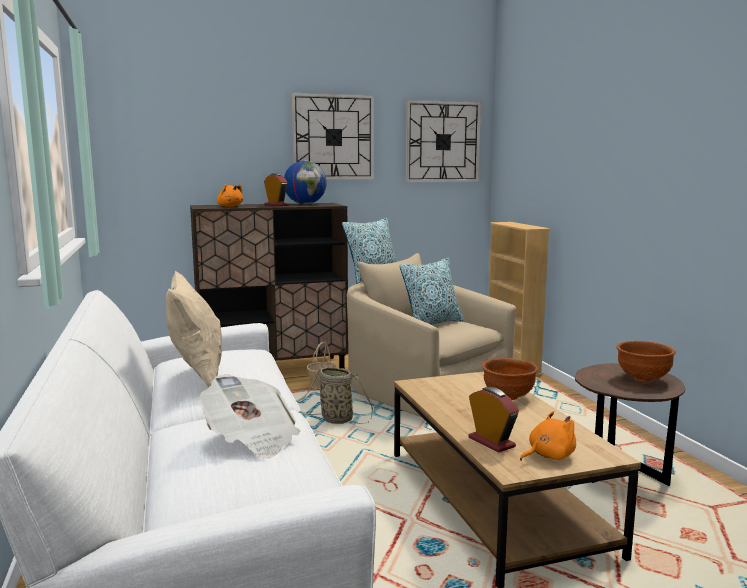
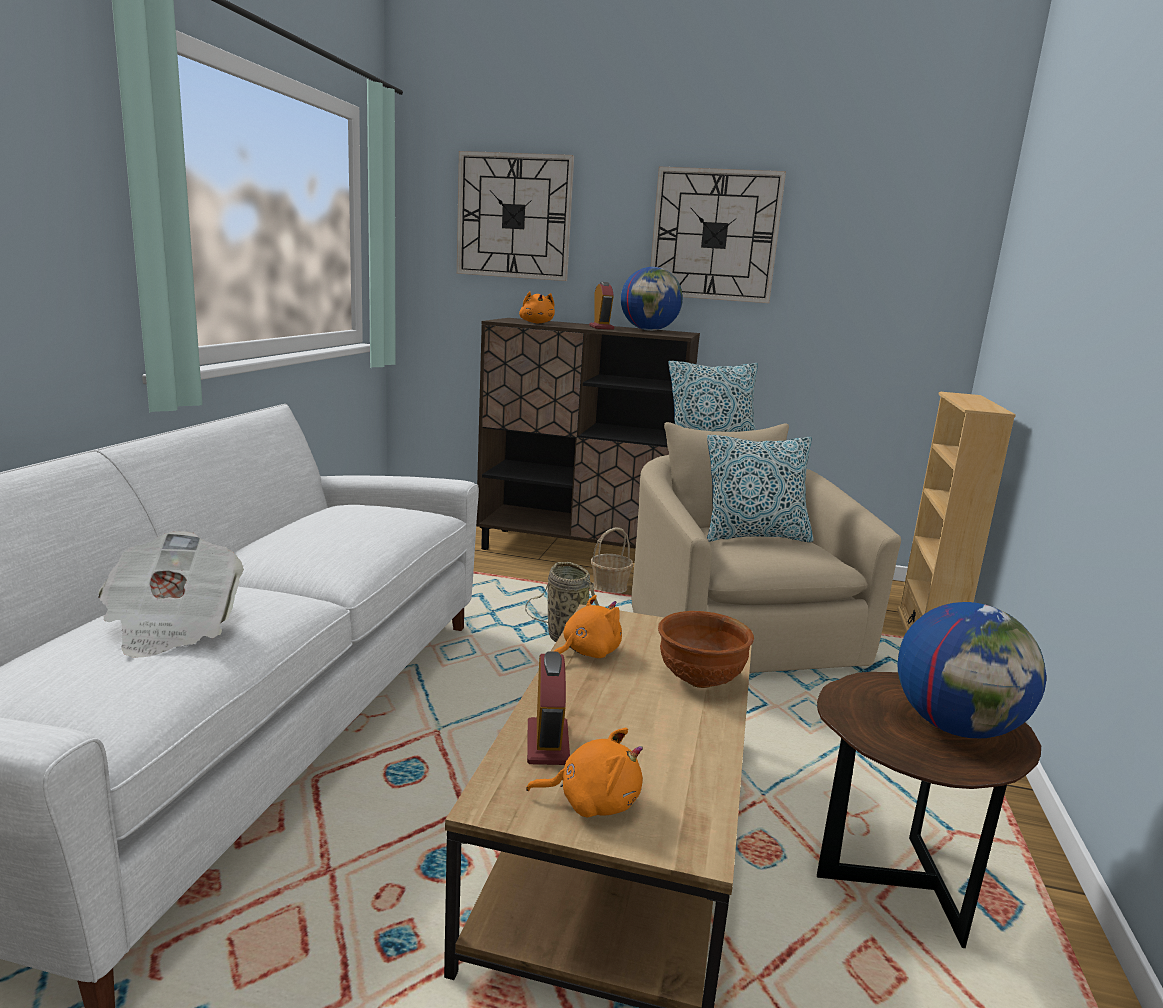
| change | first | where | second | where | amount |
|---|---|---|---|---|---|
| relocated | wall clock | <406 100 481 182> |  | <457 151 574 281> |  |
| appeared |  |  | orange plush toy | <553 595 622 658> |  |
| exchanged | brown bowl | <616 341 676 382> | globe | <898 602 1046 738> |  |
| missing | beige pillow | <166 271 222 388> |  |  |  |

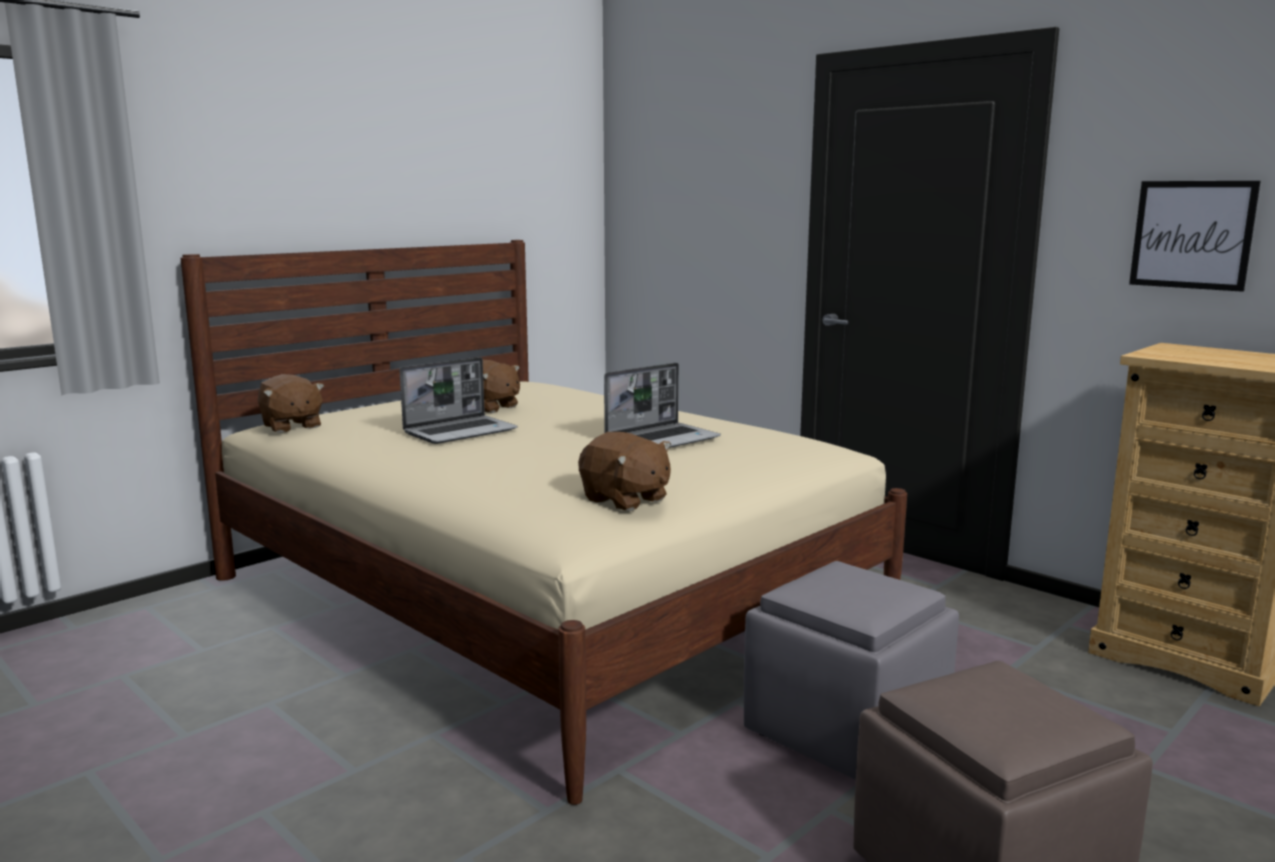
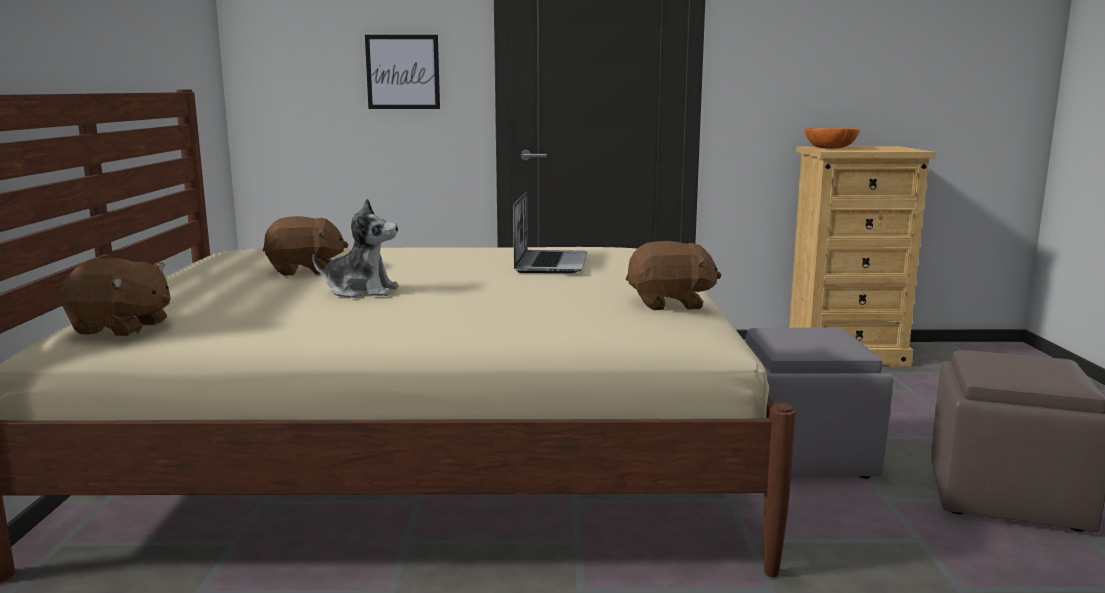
| change | first | where | second | where | amount |
|---|---|---|---|---|---|
| exchanged | laptop | <399 357 518 444> | plush toy | <312 199 398 298> |  |
| relocated | picture | <1129 181 1261 292> |  | <365 35 440 109> |  |
| appeared |  |  | orange bowl | <805 128 860 149> |  |

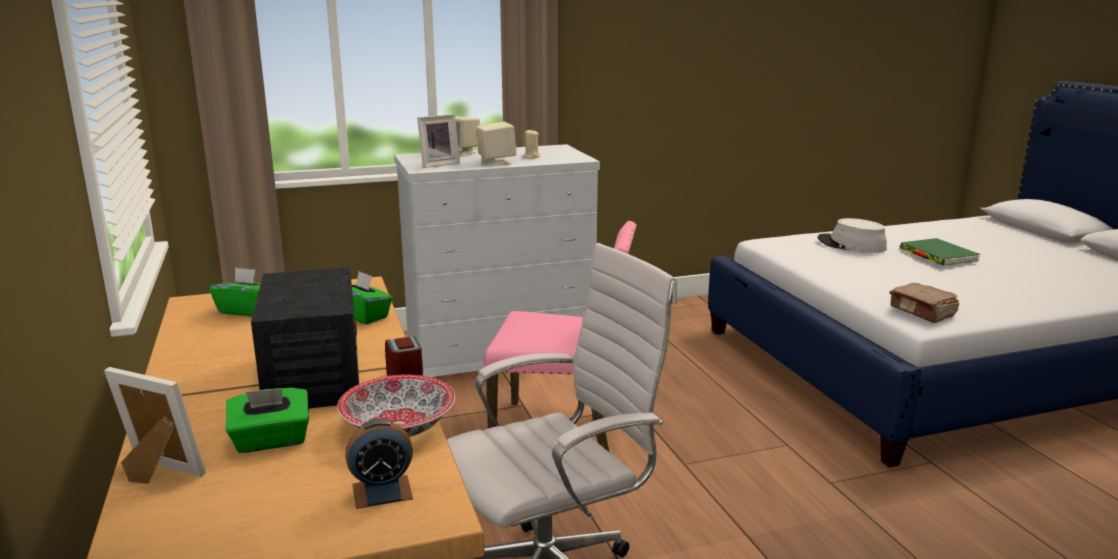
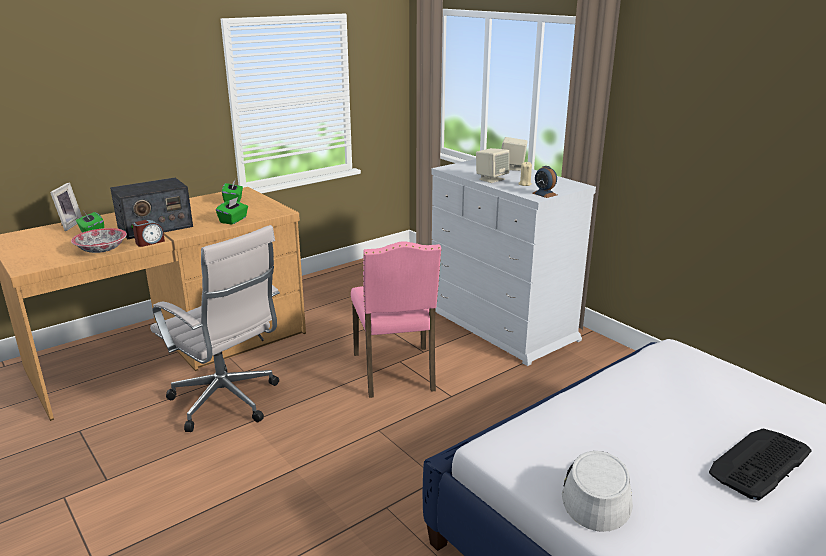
| change | first | where | second | where | amount |
|---|---|---|---|---|---|
| relocated | alarm clock | <345 419 413 509> |  | <532 166 557 198> |  |
| relocated | grey hat | <818 218 887 253> |  | <562 451 633 532> |  |
| exchanged | green book | <900 238 981 266> | keyboard | <709 429 812 500> |  |
| missing | picture frame | <417 114 460 168> |  |  |  |
| missing | brown book | <890 283 960 323> |  |  |  |

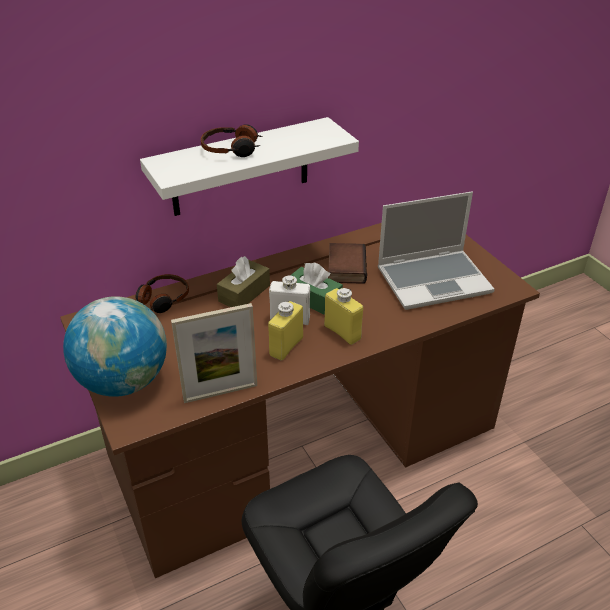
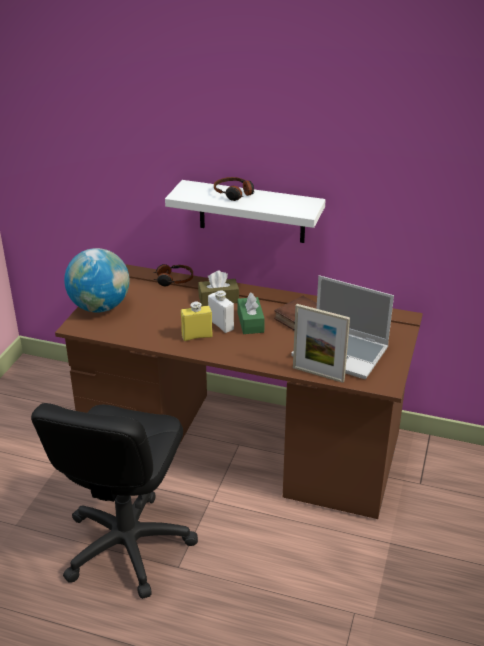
| change | first | where | second | where | amount |
|---|---|---|---|---|---|
| relocated | picture frame | <171 303 257 403> |  | <293 304 350 383> |  |
| missing | yellow bottle | <324 288 363 345> |  |  |  |

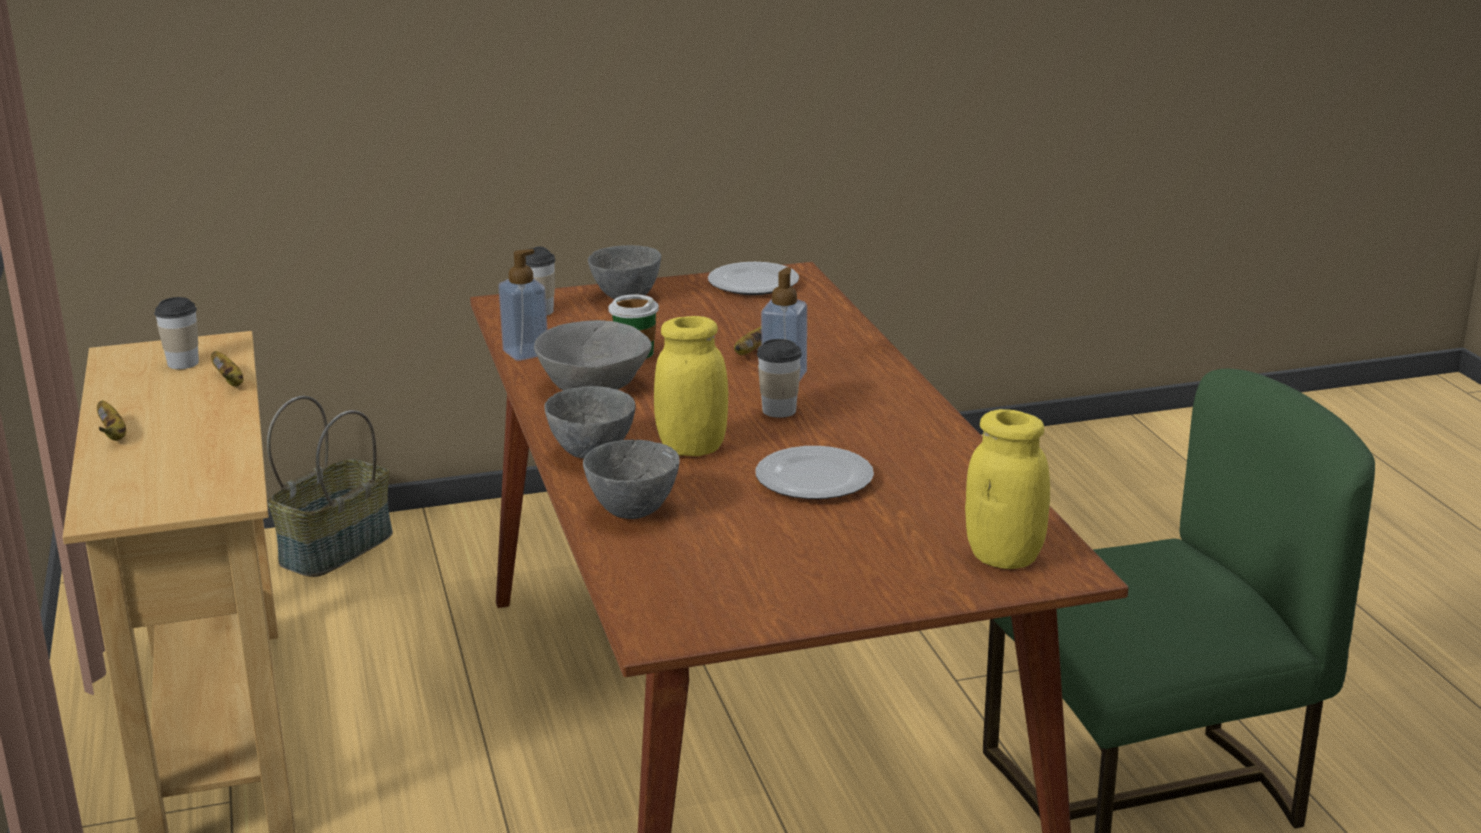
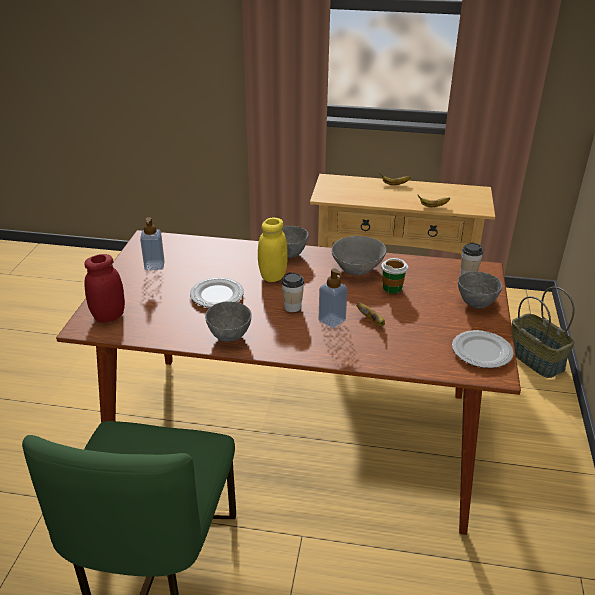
| change | first | where | second | where | amount |
|---|---|---|---|---|---|
| colour | yellow jar | <965 409 1050 569> | red jar | <84 254 125 323> |  |
| relocated | soap dispenser | <498 249 547 361> |  | <140 217 165 270> |  |
| relocated | grey bowl | <583 440 680 519> |  | <205 301 252 342> |  |
| missing | cup | <154 297 199 369> |  |  |  |

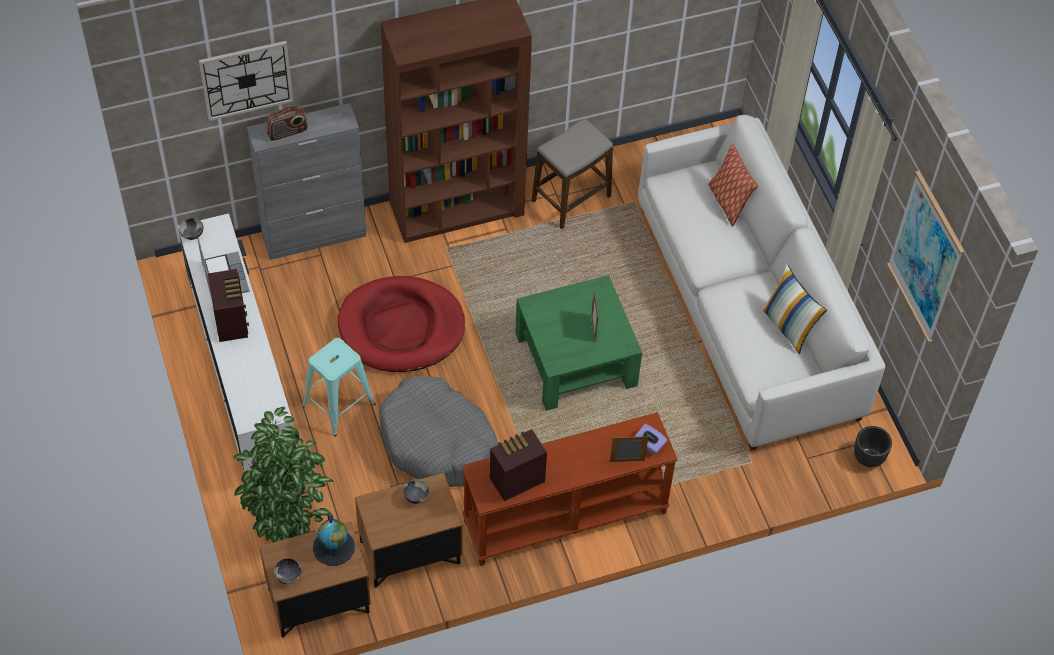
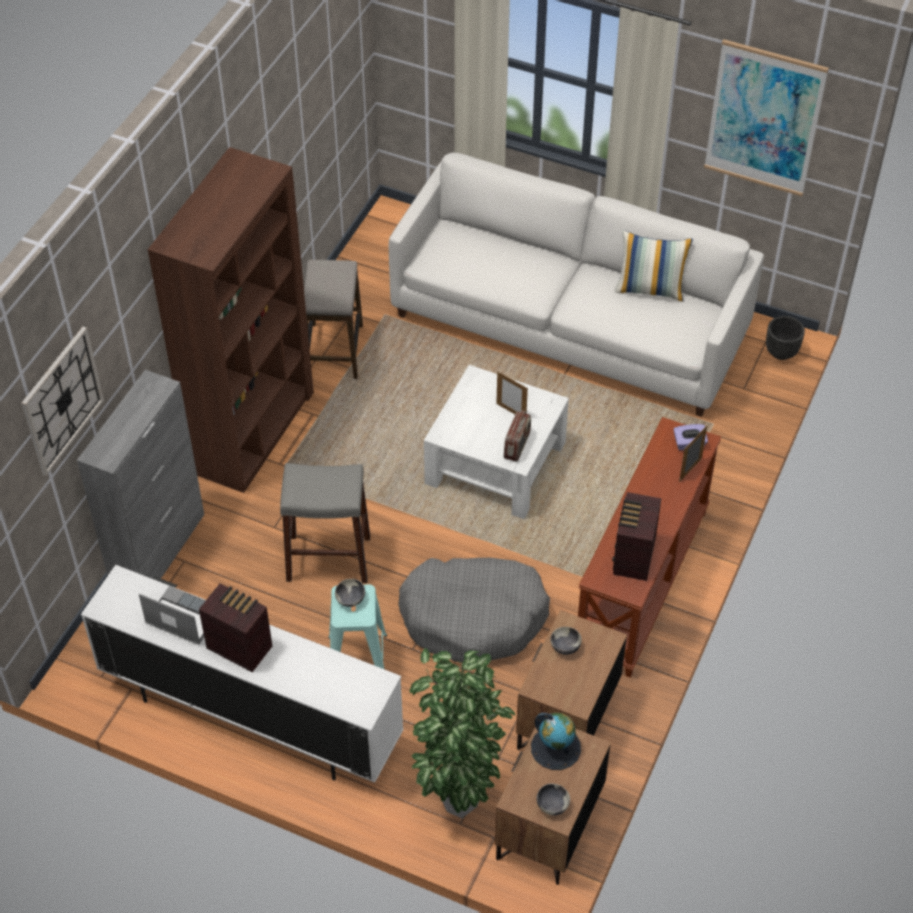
| change | first | where | second | where | amount |
|---|---|---|---|---|---|
| exchanged | red dog bed | <338 276 465 372> | grey stool | <280 463 370 583> |  |
| relocated | bowl | <178 218 204 240> |  | <335 579 365 607> |  |
| colour | green coffee table | <515 275 642 411> | white coffee table | <424 365 569 519> |  |
| relocated | radio | <265 105 308 141> |  | <504 410 531 462> |  |
| missing | pillow | <708 144 758 226> |  |  |  |

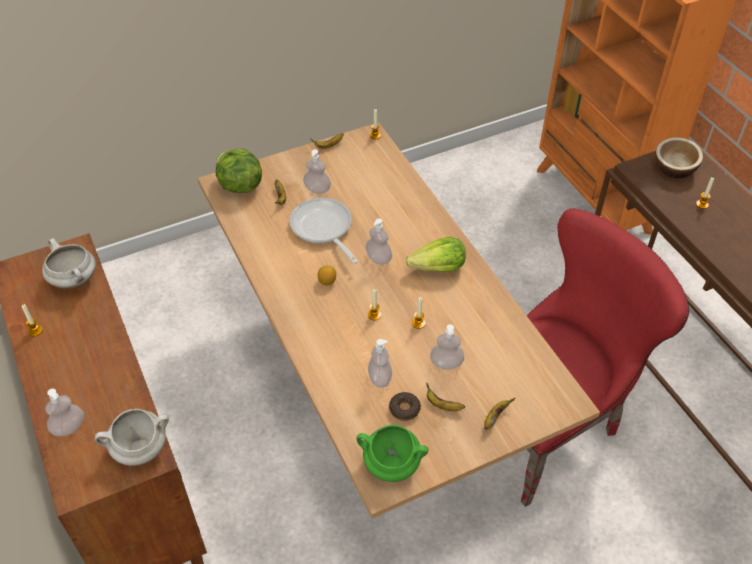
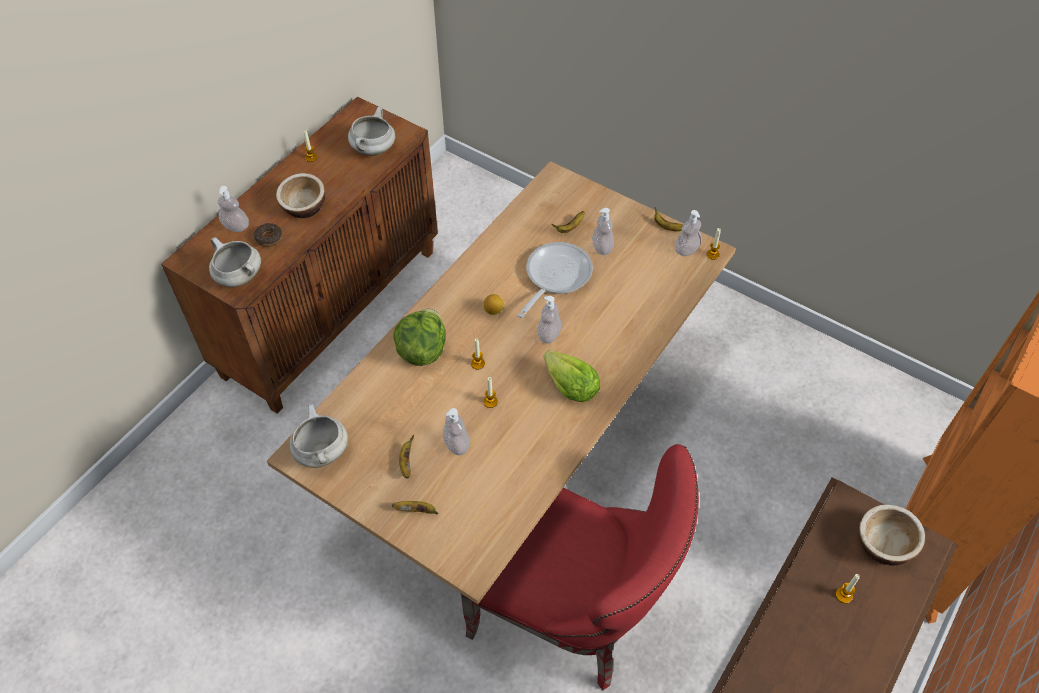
| change | first | where | second | where | amount |
|---|---|---|---|---|---|
| relocated | donut | <389 392 421 421> |  | <254 223 282 247> |  |
| appeared |  |  | bowl | <276 173 325 218> |  |
| colour | green cooking pot | <356 425 428 482> | white cooking pot | <289 404 348 468> |  |
| relocated | lettuce | <216 149 262 193> |  | <393 309 446 366> |  |
| relocated | soap dispenser | <368 339 392 388> |  | <675 210 702 256> |  |

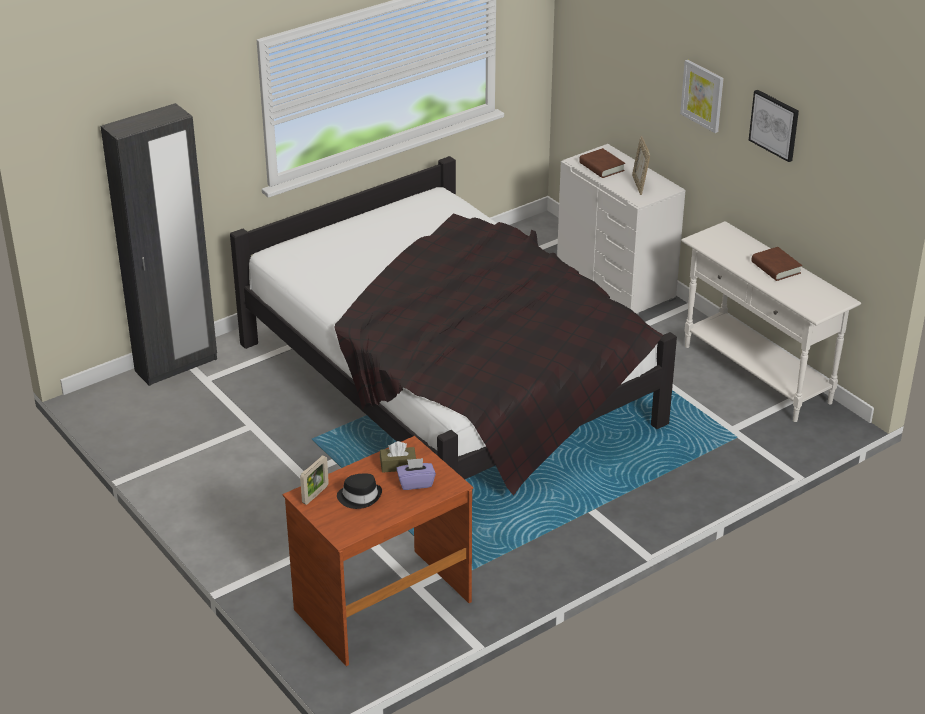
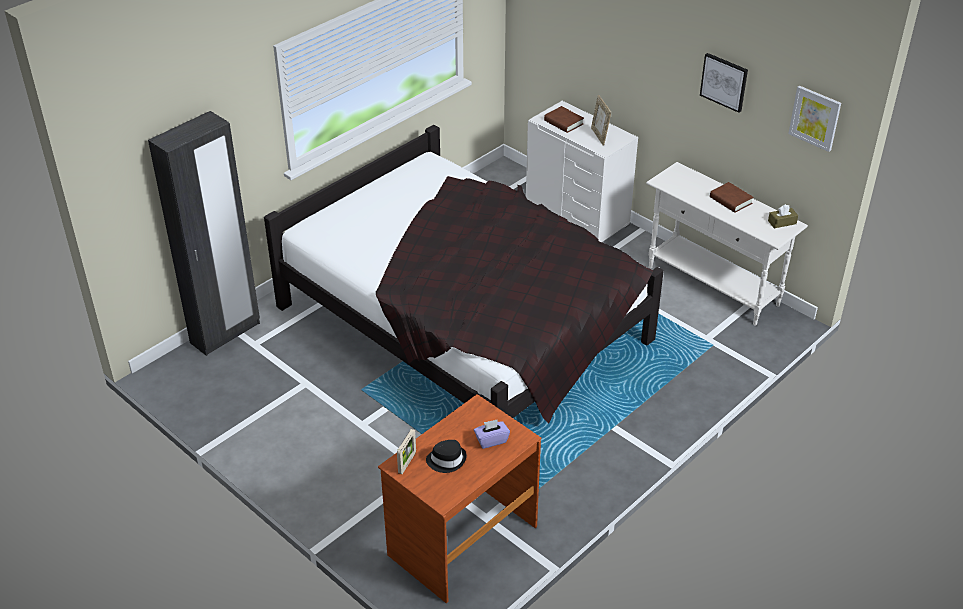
| change | first | where | second | where | amount |
|---|---|---|---|---|---|
| relocated | brown tissue box | <380 441 416 473> |  | <768 204 798 228> |  |
| relocated | picture | <680 60 724 133> |  | <788 86 841 152> |  |

